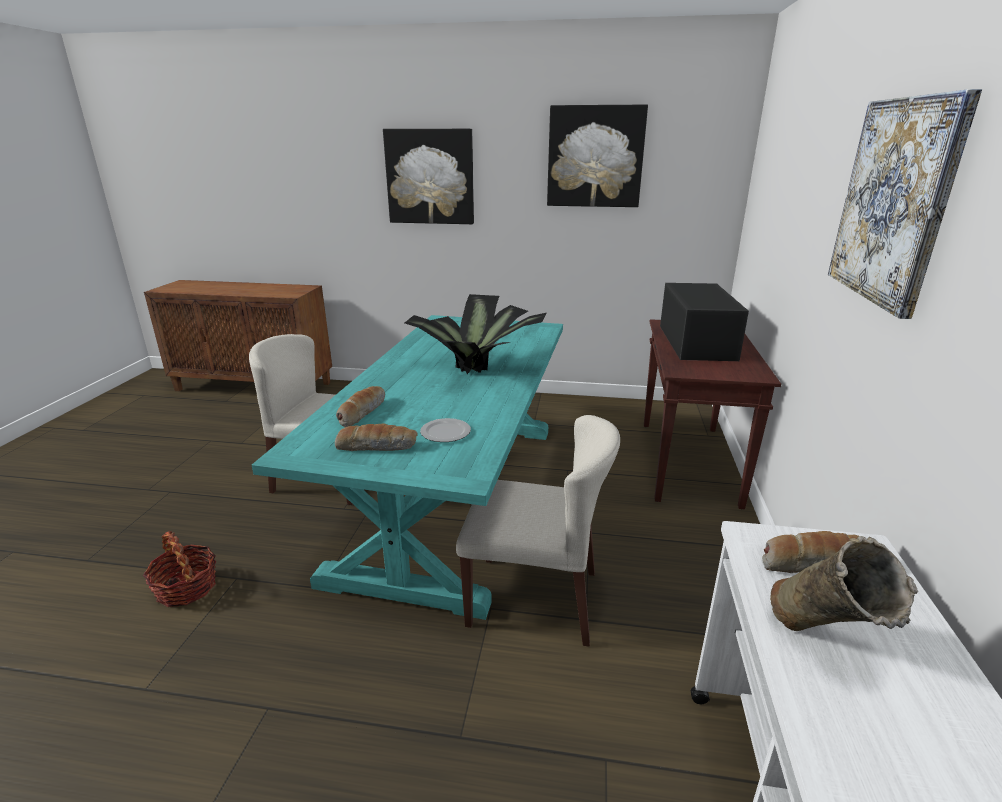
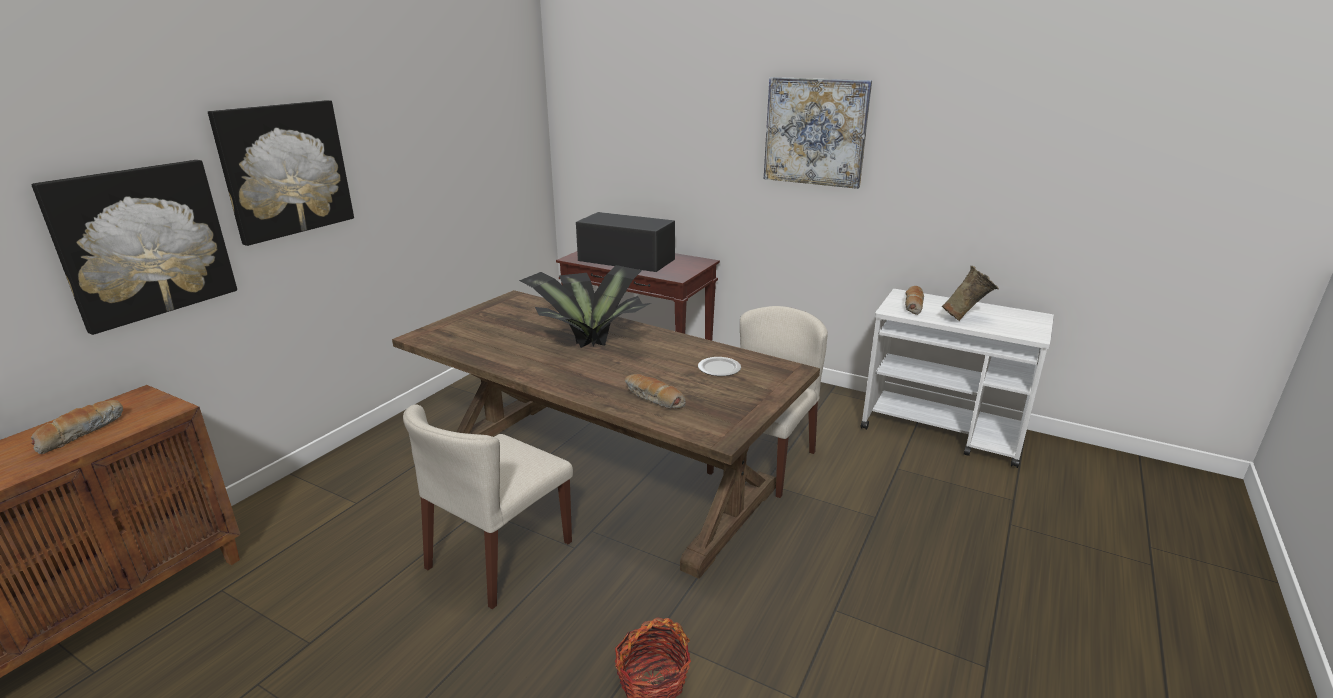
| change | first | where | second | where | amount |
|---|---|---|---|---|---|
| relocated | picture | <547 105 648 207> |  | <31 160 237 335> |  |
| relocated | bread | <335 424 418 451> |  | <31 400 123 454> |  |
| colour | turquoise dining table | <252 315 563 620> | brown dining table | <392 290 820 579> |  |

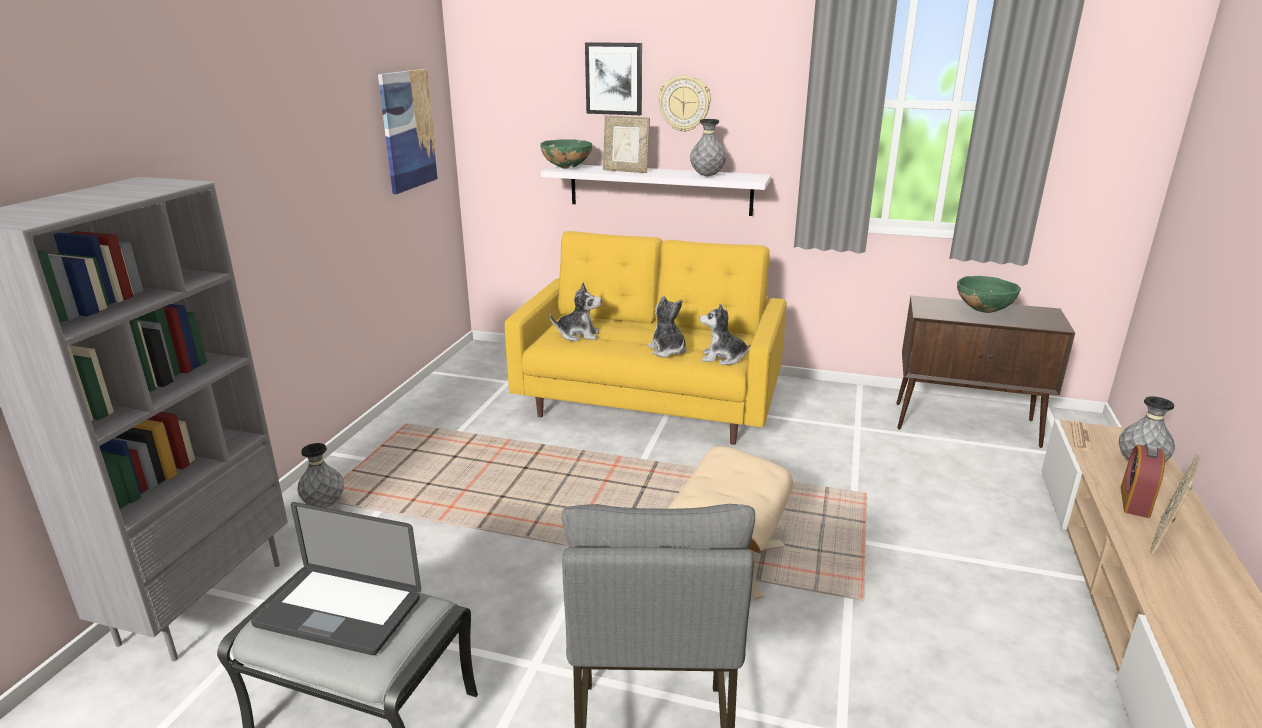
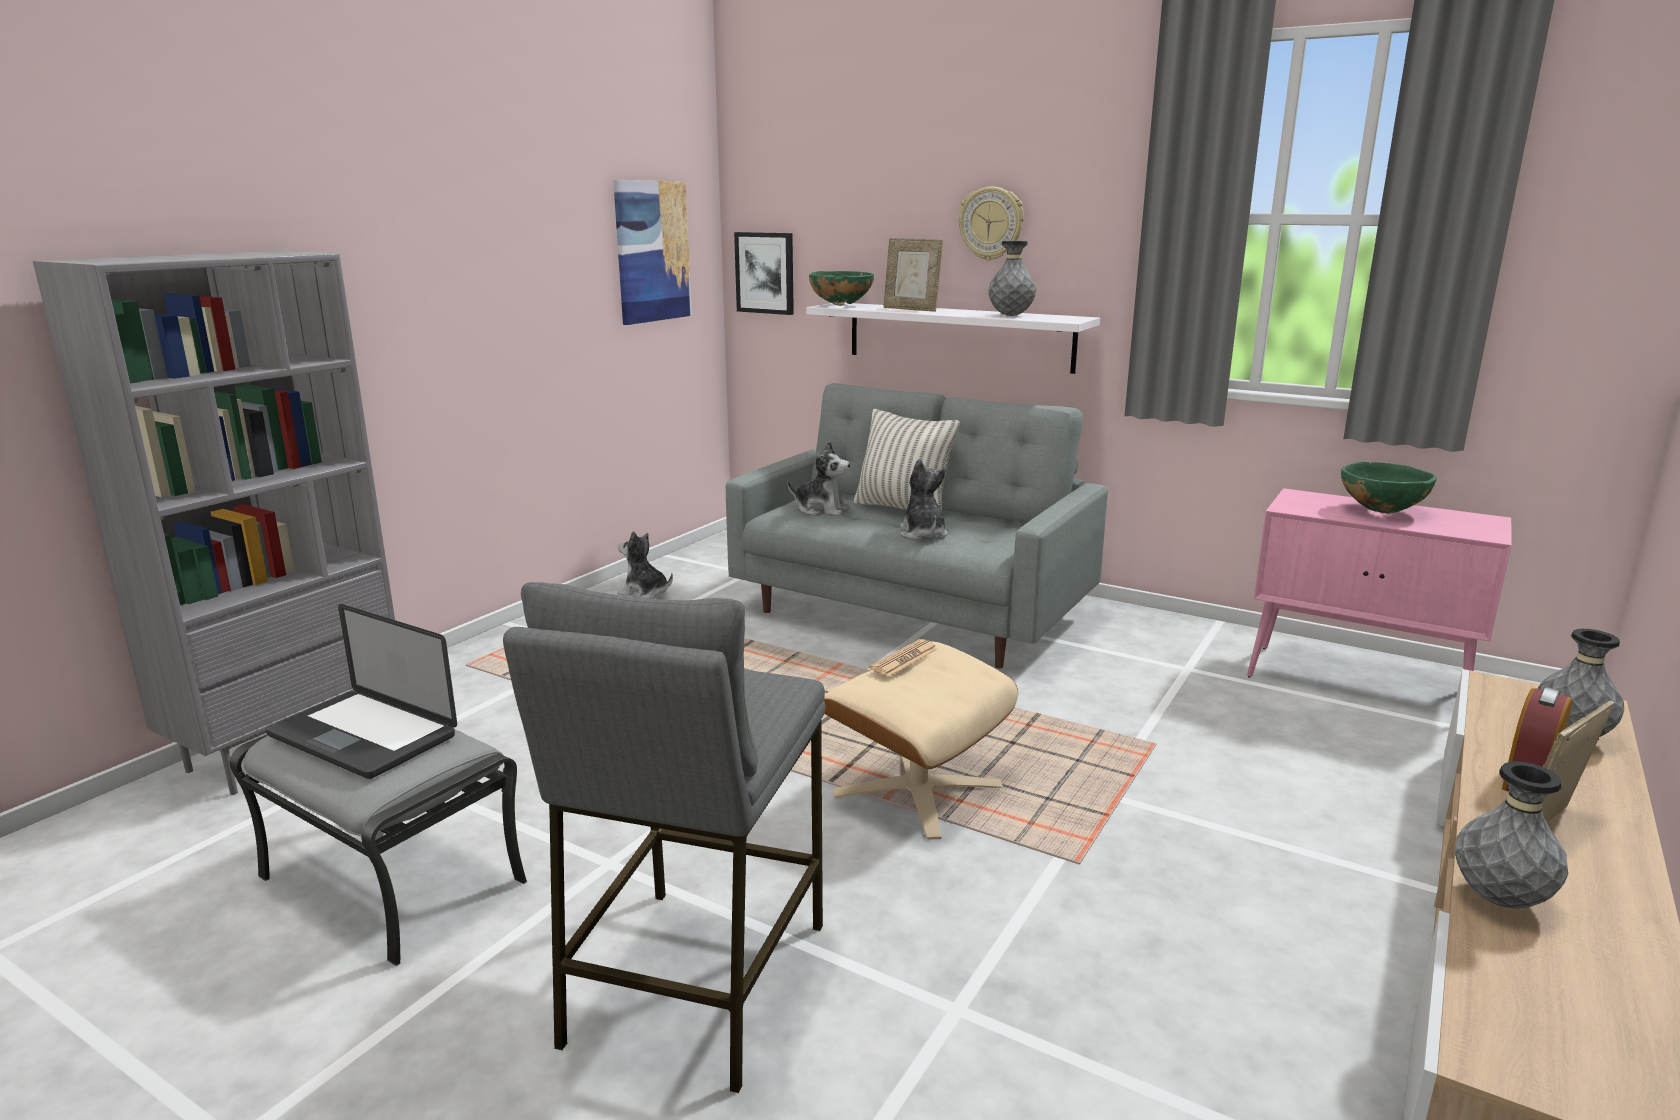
| change | first | where | second | where | amount |
|---|---|---|---|---|---|
| relocated | plush toy | <700 304 750 365> |  | <618 531 673 599> |  |
| colour | yellow sofa | <505 231 787 445> | grey sofa | <726 383 1108 669> |  |
| relocated | picture | <585 42 642 115> |  | <734 232 794 315> |  |
| appeared |  |  | pillow | <854 409 960 511> |  |
| relocated | newspaper | <1071 421 1093 452> |  | <869 639 938 676> |  |
| colour | brown cabinet | <896 295 1075 448> | pink cabinet | <1247 488 1512 678> |  |
| relocated | grey vase | <297 443 344 508> |  | <1455 761 1568 908> |  |

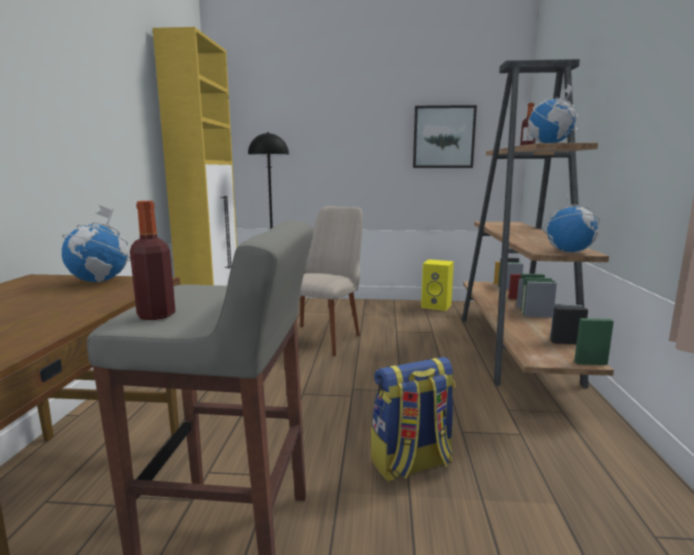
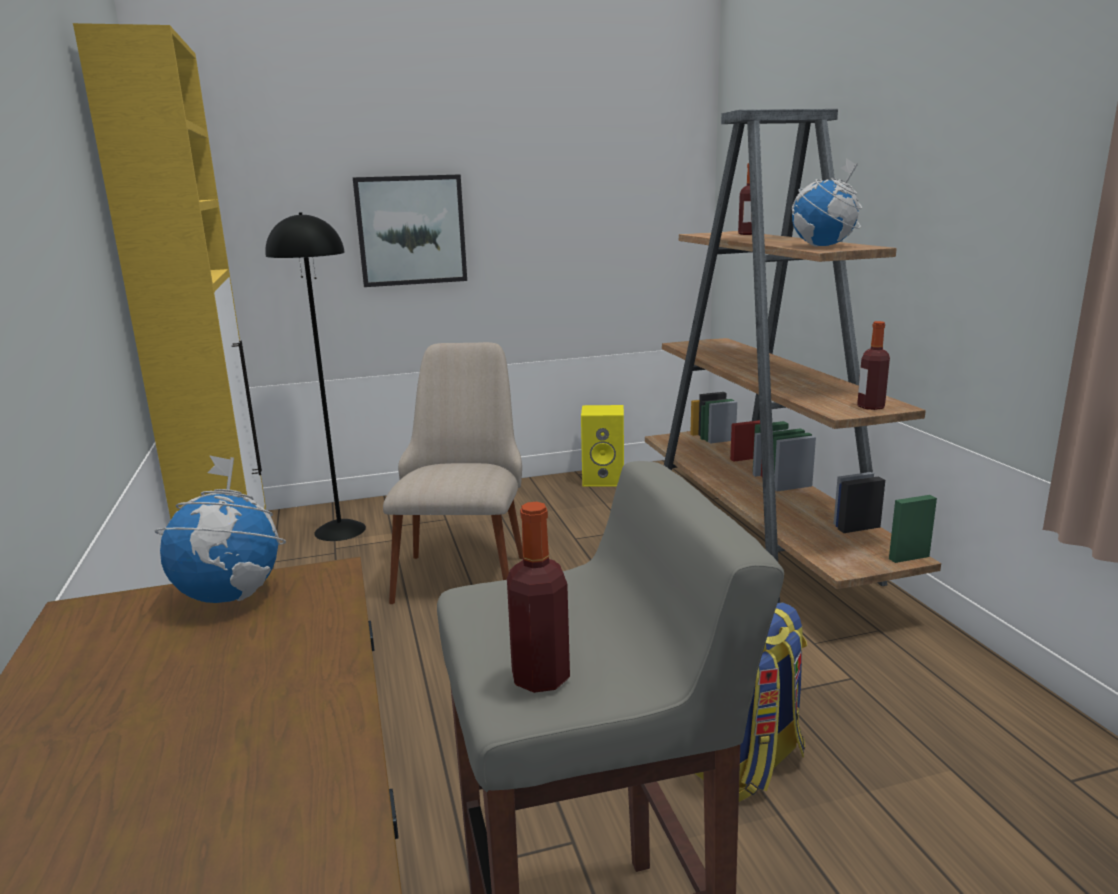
| change | first | where | second | where | amount |
|---|---|---|---|---|---|
| relocated | picture | <413 105 477 168> |  | <353 174 467 287> |  |
| exchanged | globe | <543 194 600 252> | bottle | <857 321 890 410> |  |

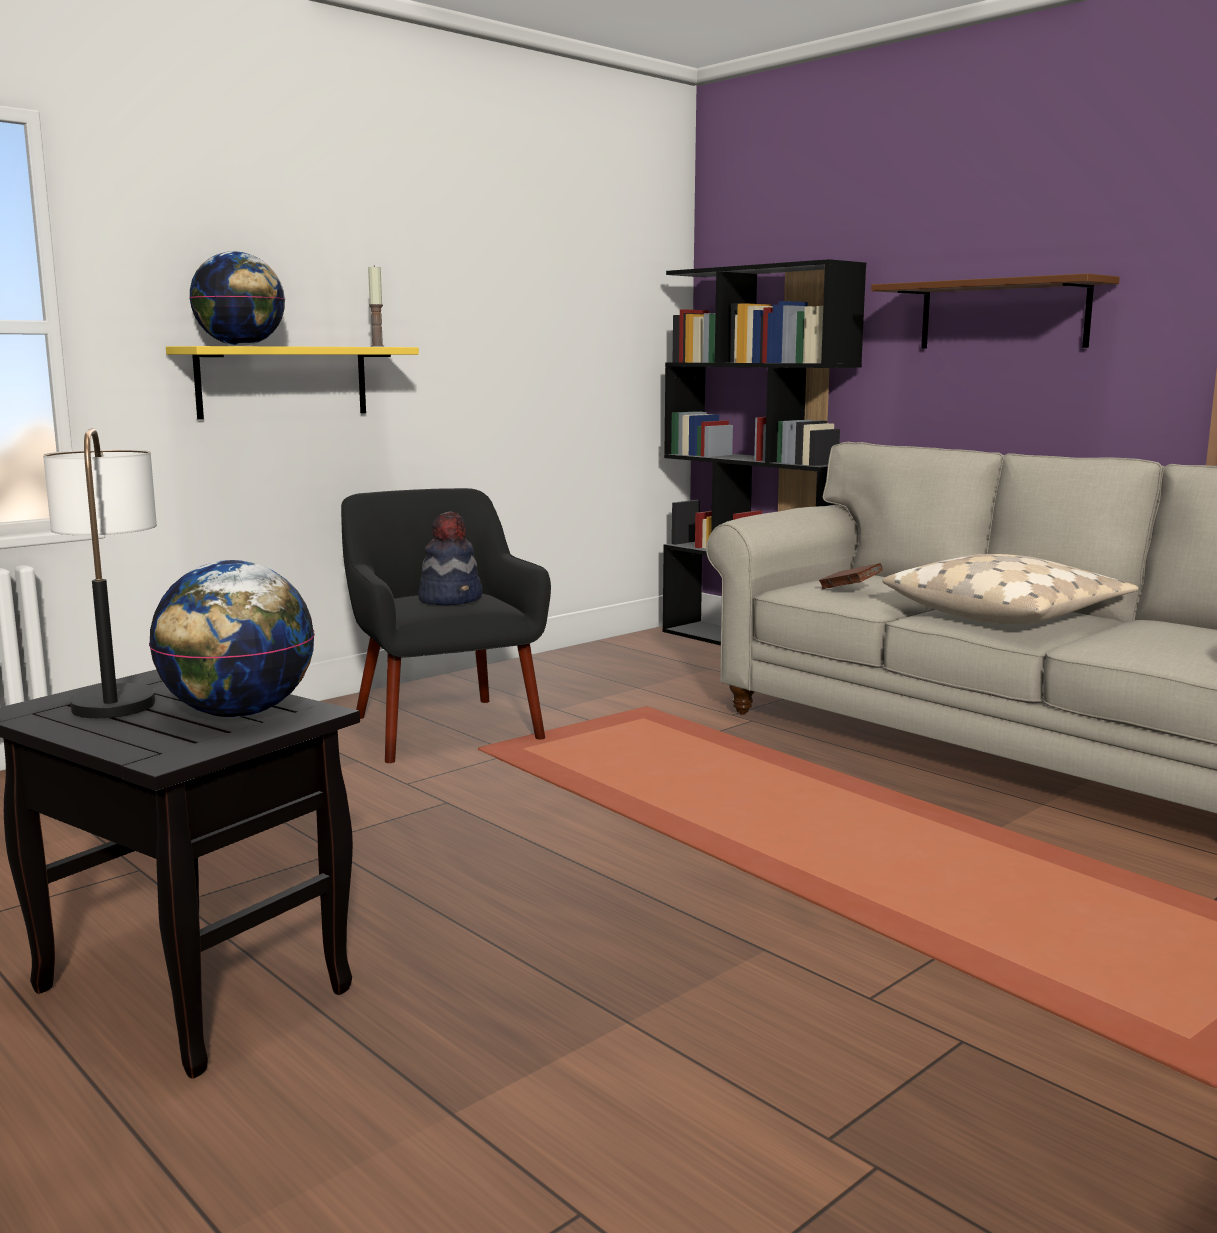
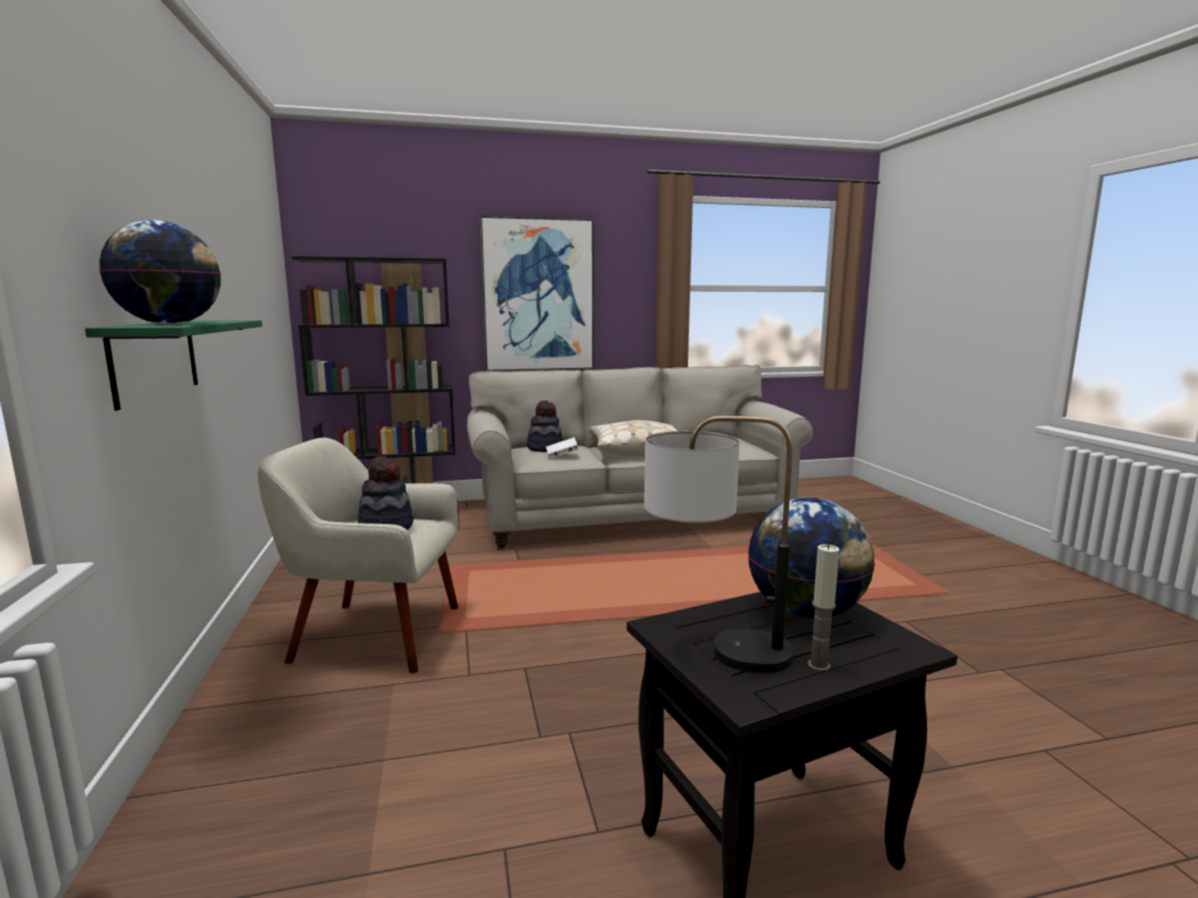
| change | first | where | second | where | amount |
|---|---|---|---|---|---|
| colour | yellow shelf | <166 346 419 420> | green shelf | <85 320 262 411> |  |
| colour | black armchair | <341 488 551 763> | beige armchair | <258 438 458 673> |  |
| exchanged | brown shelf | <871 273 1120 349> | picture | <479 215 594 371> |  |
| appeared |  |  | hat | <527 400 563 452> |  |
| colour | brown book | <819 563 883 589> | white book | <546 437 579 459> |  |
| relocated | candle | <368 265 384 347> |  | <808 544 840 671> |  |

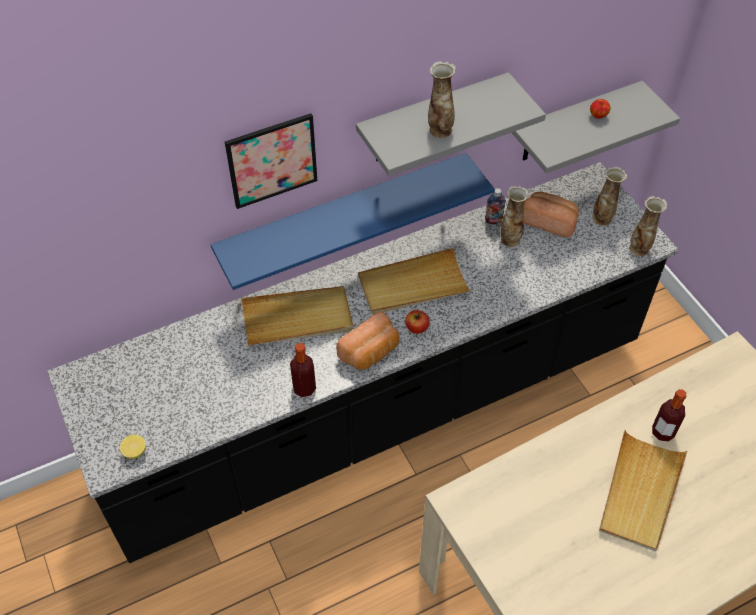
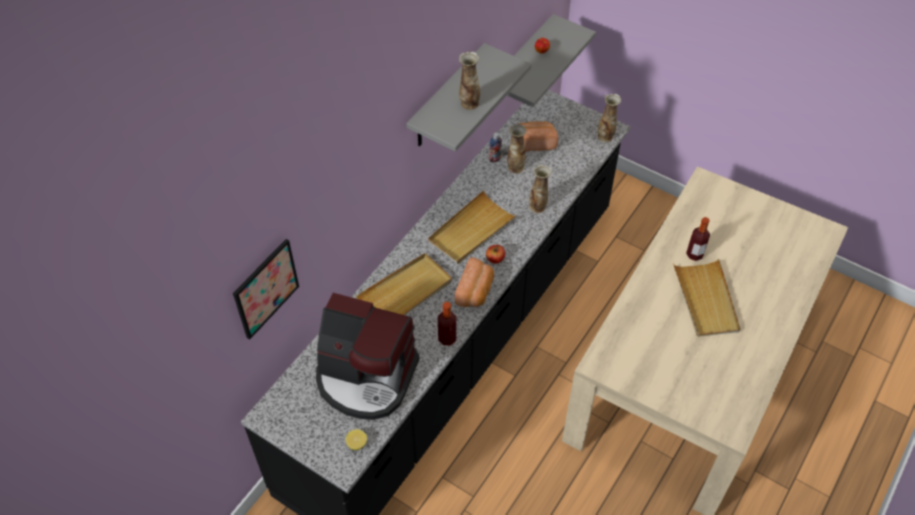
| change | first | where | second | where | amount |
|---|---|---|---|---|---|
| relocated | picture | <225 113 317 209> |  | <233 239 299 340> |  |
| appeared |  |  | coffee machine | <316 293 419 420> |  |
| relocated | vase | <592 166 627 226> |  | <529 164 552 213> |  |
| missing | blue shelf | <211 153 495 290> |  |  |  |

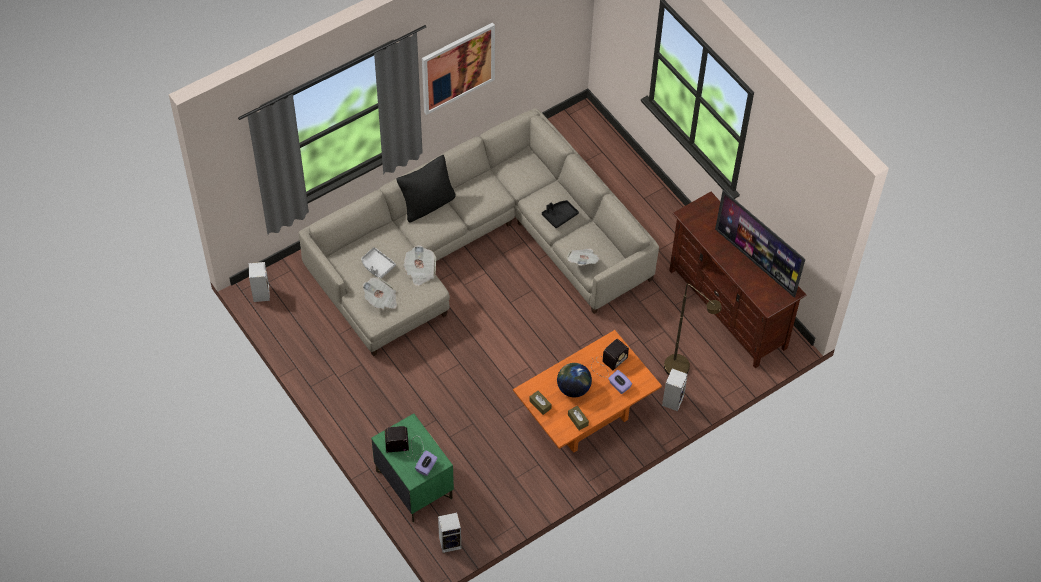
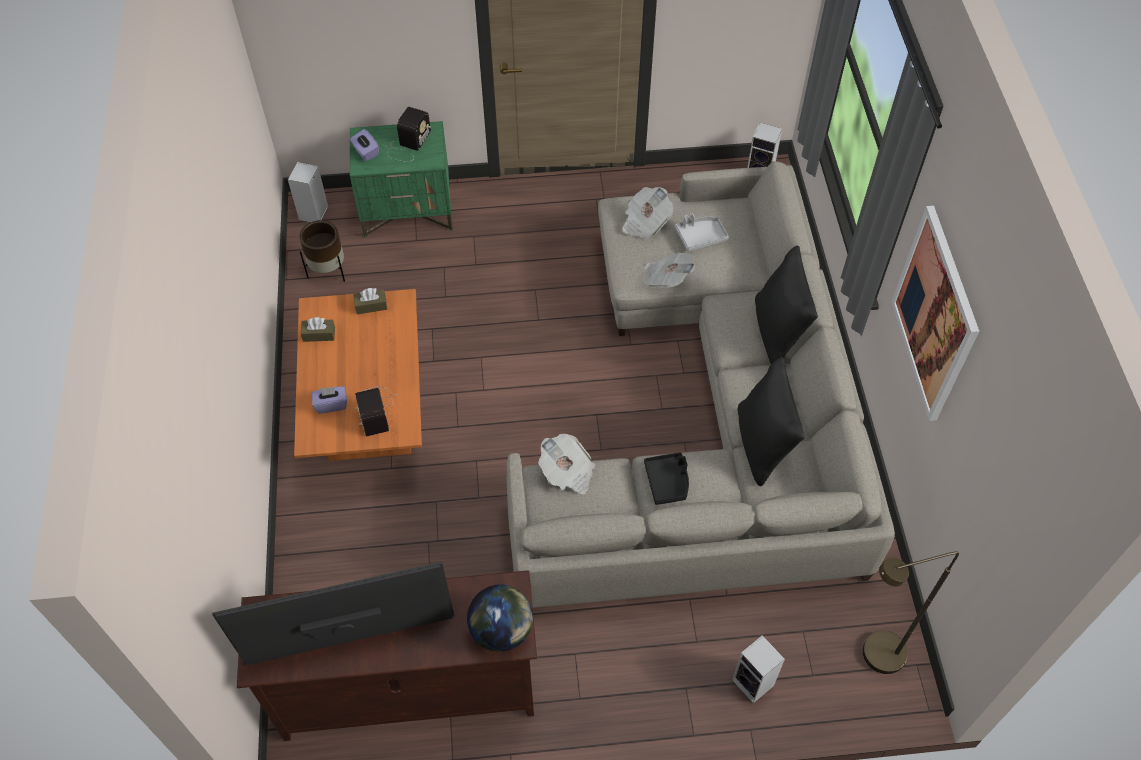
| change | first | where | second | where | amount |
|---|---|---|---|---|---|
| appeared |  |  | brown planter | <299 220 345 282> |  |
| relocated | globe | <557 363 592 398> |  | <467 584 533 652> |  |
| relocated | speaker | <662 368 688 411> |  | <732 635 785 703> |  |
| appeared |  |  | black pillow | <738 357 805 486> |  |
| relocated | brown floor lamp | <664 284 722 375> |  | <863 552 959 674> |  |

